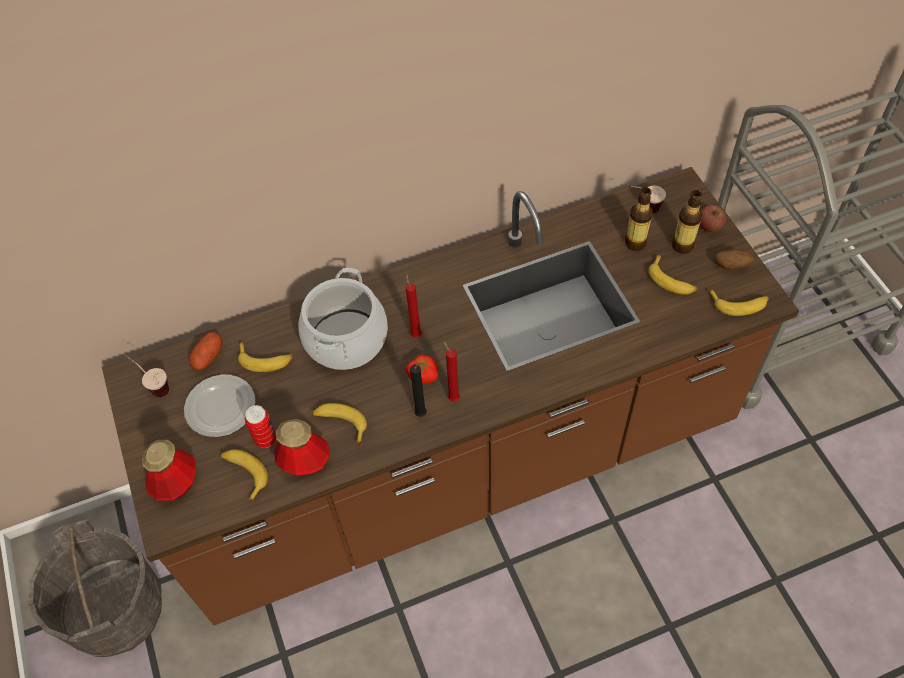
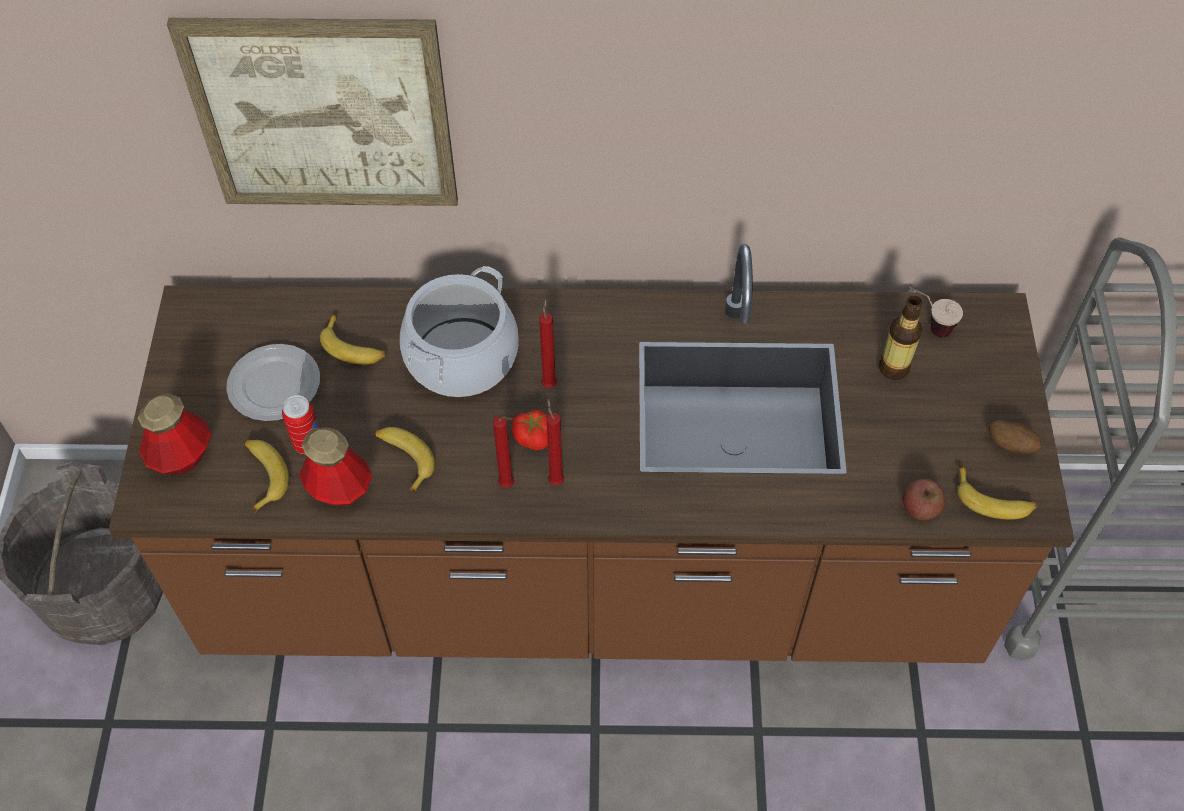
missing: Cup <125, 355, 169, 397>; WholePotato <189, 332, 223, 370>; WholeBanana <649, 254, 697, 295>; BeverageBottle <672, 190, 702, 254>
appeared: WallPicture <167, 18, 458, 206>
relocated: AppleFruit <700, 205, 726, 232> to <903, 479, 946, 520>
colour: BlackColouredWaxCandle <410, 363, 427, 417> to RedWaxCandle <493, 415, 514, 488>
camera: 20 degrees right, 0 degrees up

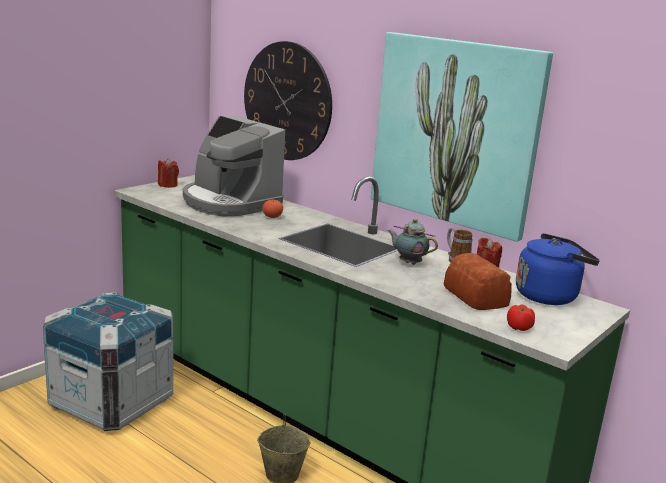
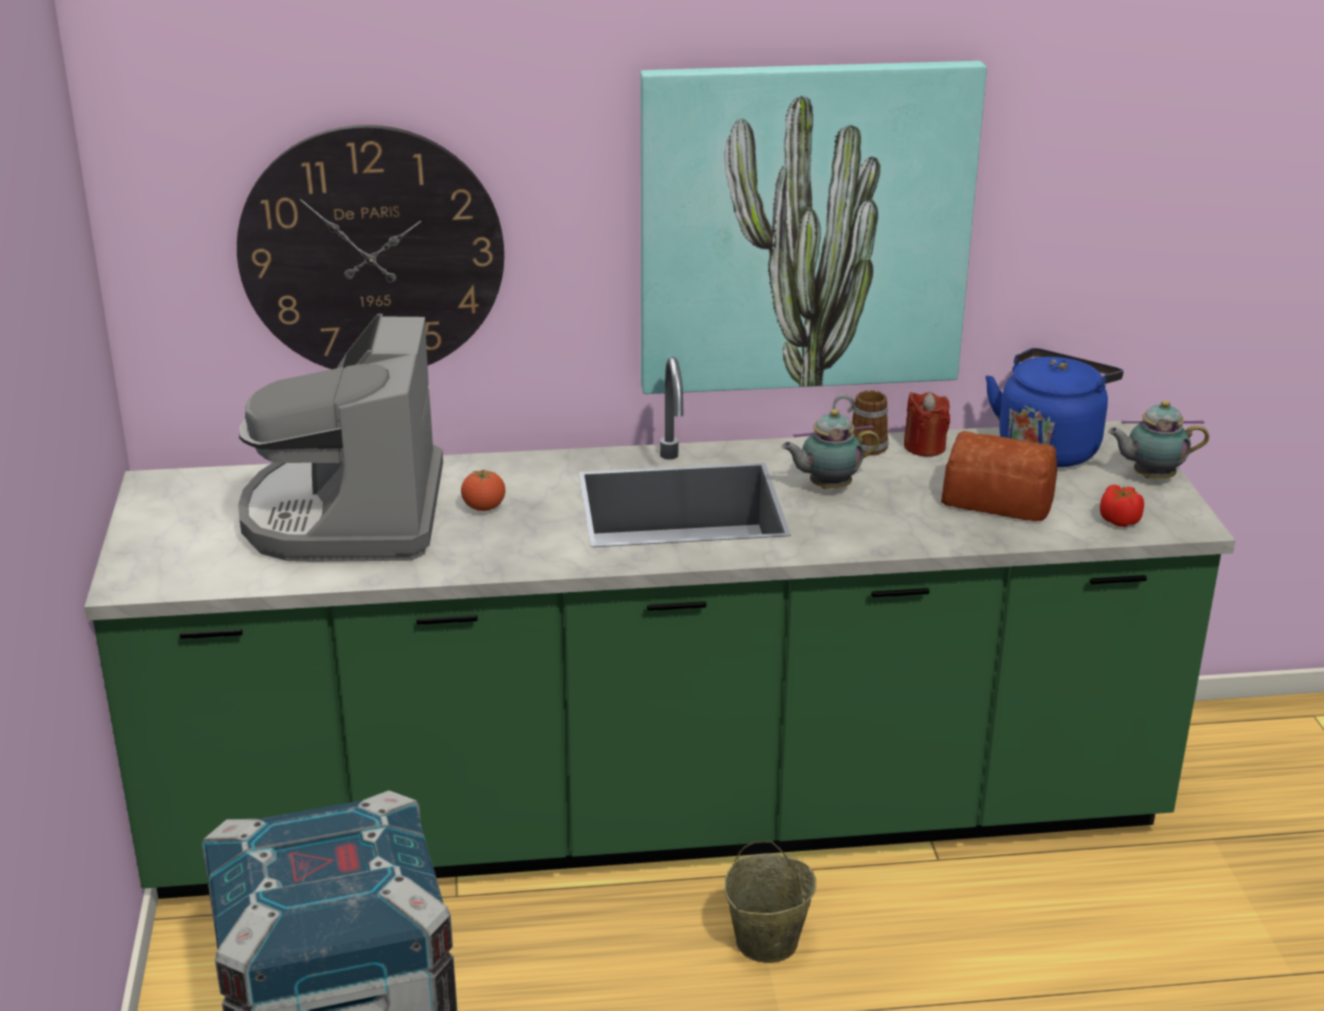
missing: RedWaxCandle <158, 159, 179, 188>
appeared: PotForTea <1108, 400, 1209, 479>
spun: CoffeeBrewer <183, 116, 285, 216> = <238, 314, 443, 562> 90 degrees clockwise
camera: 45 degrees left, 10 degrees up

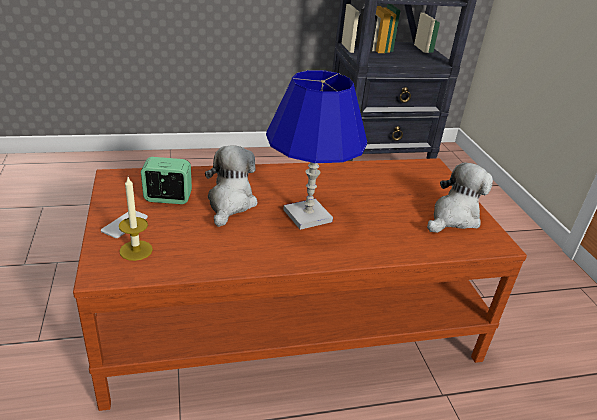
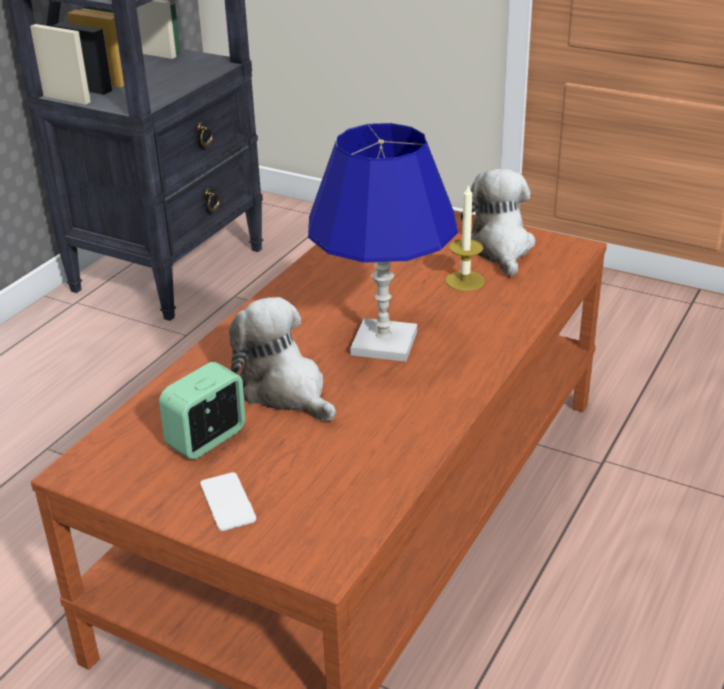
relocated: WaxCandle <119, 177, 153, 261> to <445, 183, 485, 291>
camera: 45 degrees left, 0 degrees up

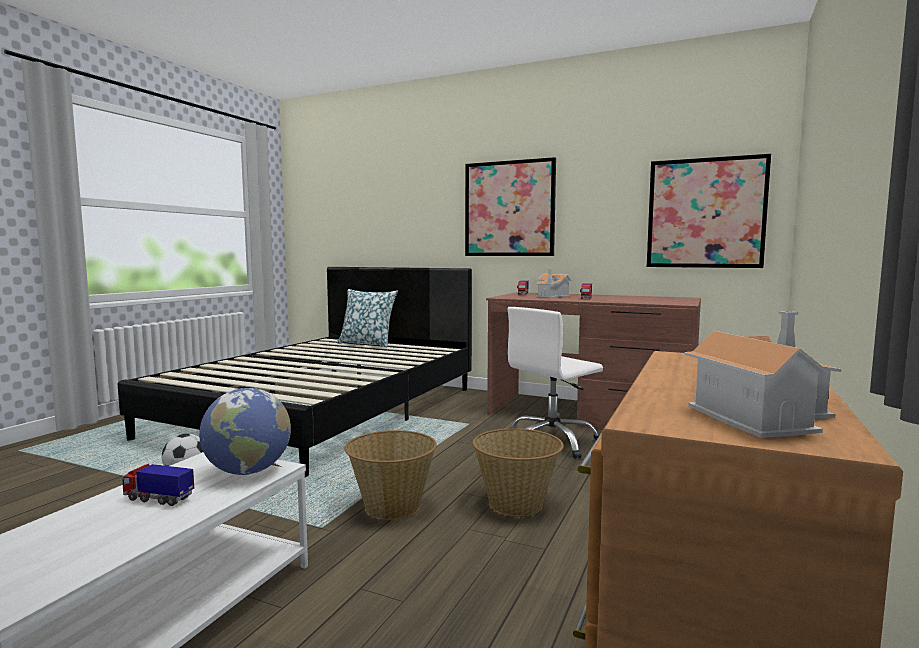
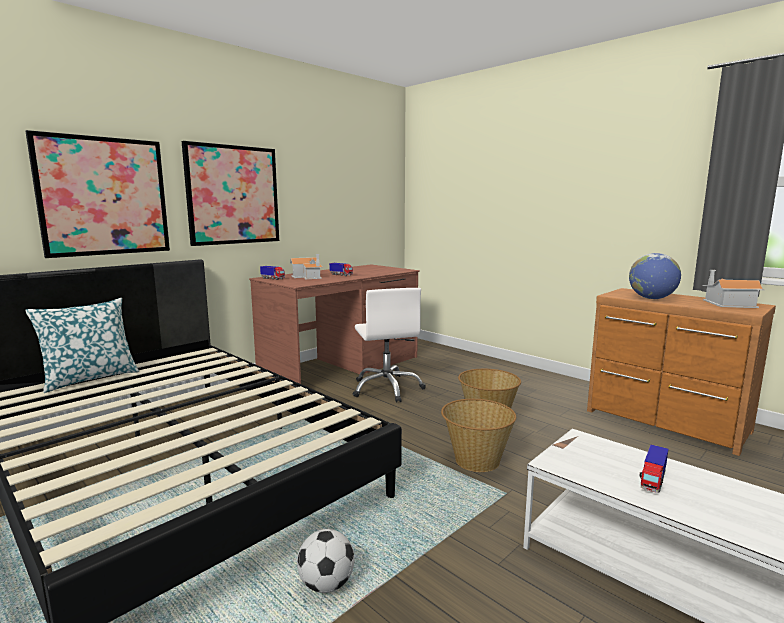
relocated: DeskGlobe <199, 388, 291, 475> to <629, 253, 681, 299>; WallPicture <647, 154, 771, 268> to <25, 130, 170, 258>
camera: 70 degrees left, 5 degrees up

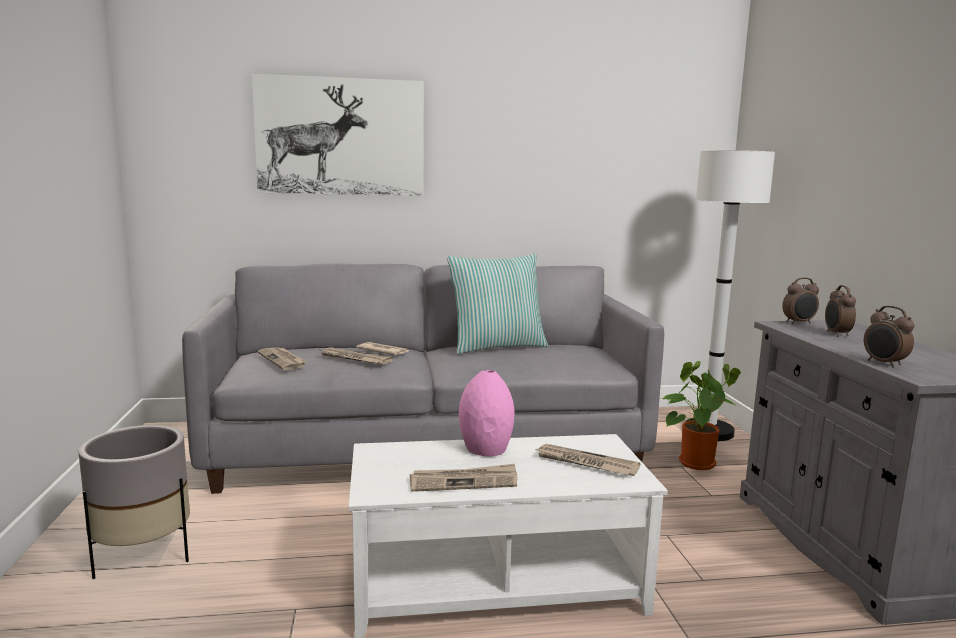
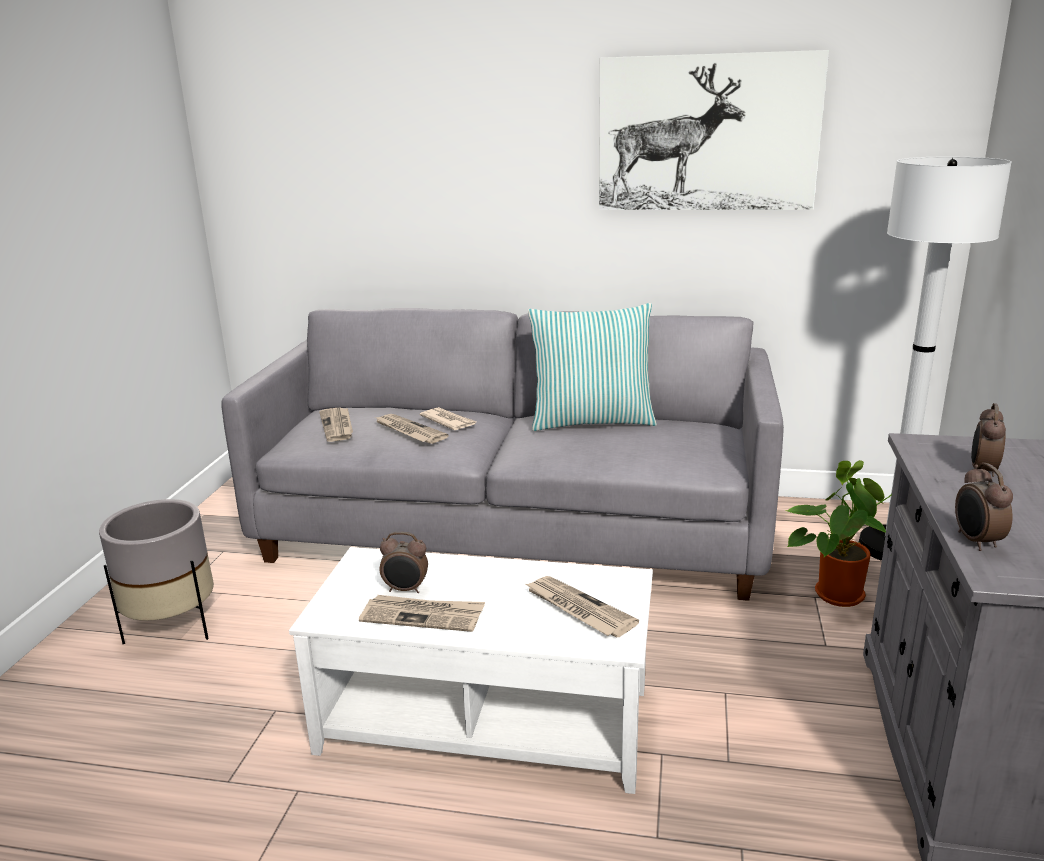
missing: PinkFlowerVase <459, 370, 514, 456>
relocated: WallPicture <252, 74, 424, 196> to <599, 50, 829, 210>; BedsideClock <782, 277, 819, 324> to <380, 532, 428, 593>
camera: 20 degrees right, 10 degrees up

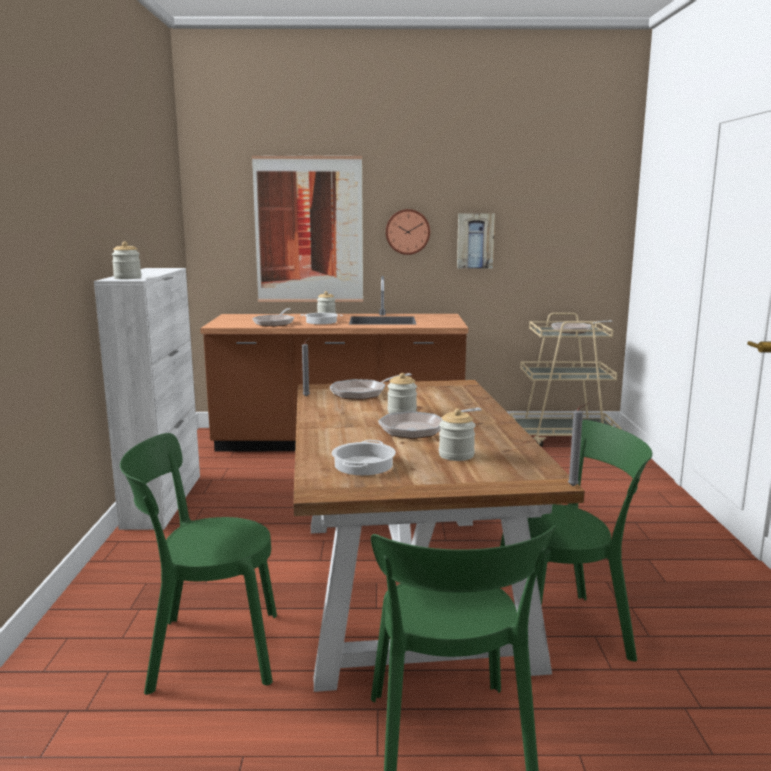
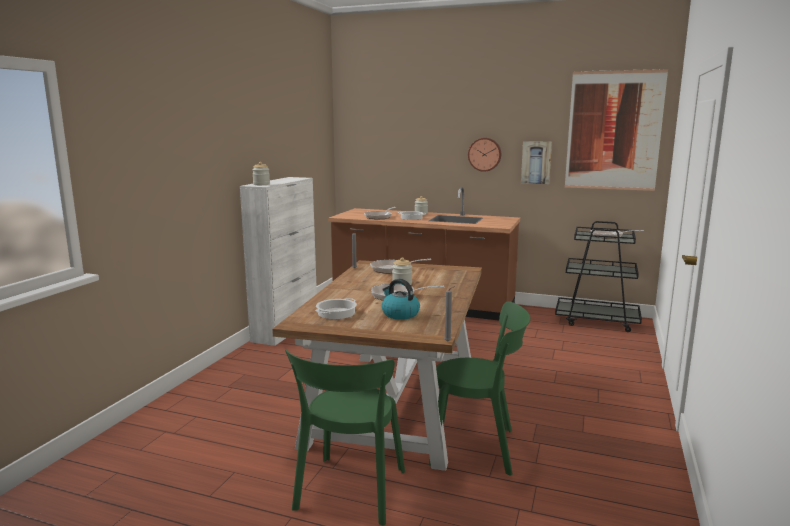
missing: GreenishChair <120, 433, 277, 695>
relocated: WallPicture <252, 156, 363, 302> to <565, 69, 668, 191>
exchanged: Jar <439, 409, 476, 461> to WaterKettle <381, 279, 420, 320>
colour: BeigeCart <510, 313, 622, 447> to BlackColouredCart <555, 221, 642, 332>
camera: 20 degrees right, 0 degrees up

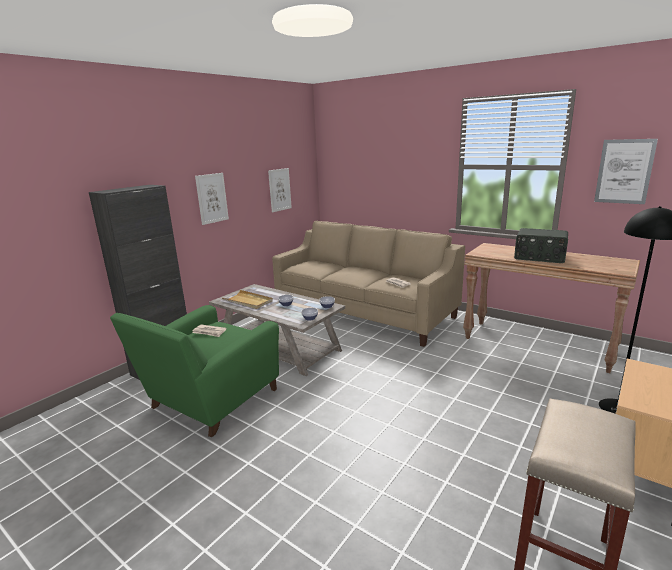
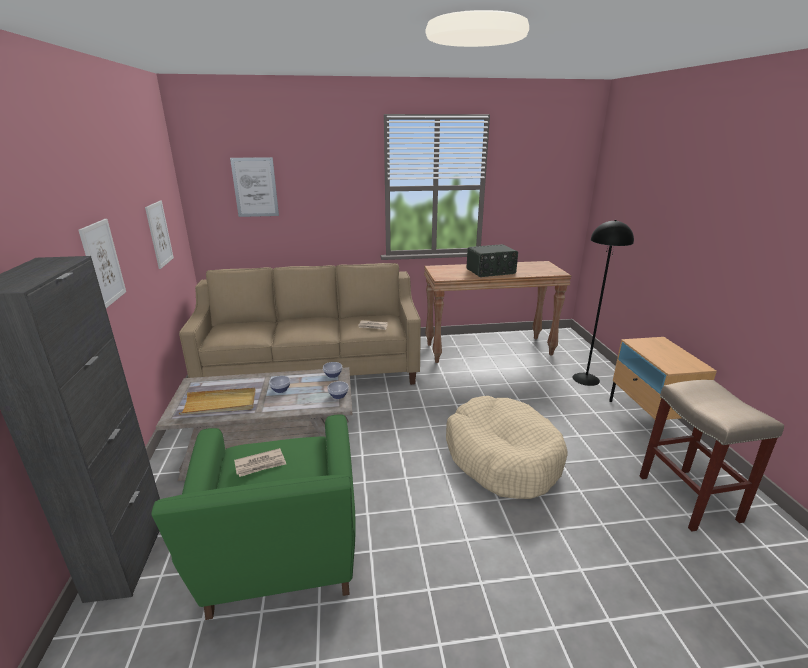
appeared: BeigeDogCushion <446, 396, 567, 499>
relocated: WallPicture <594, 139, 658, 204> to <230, 157, 279, 217>
camera: 45 degrees left, 5 degrees up

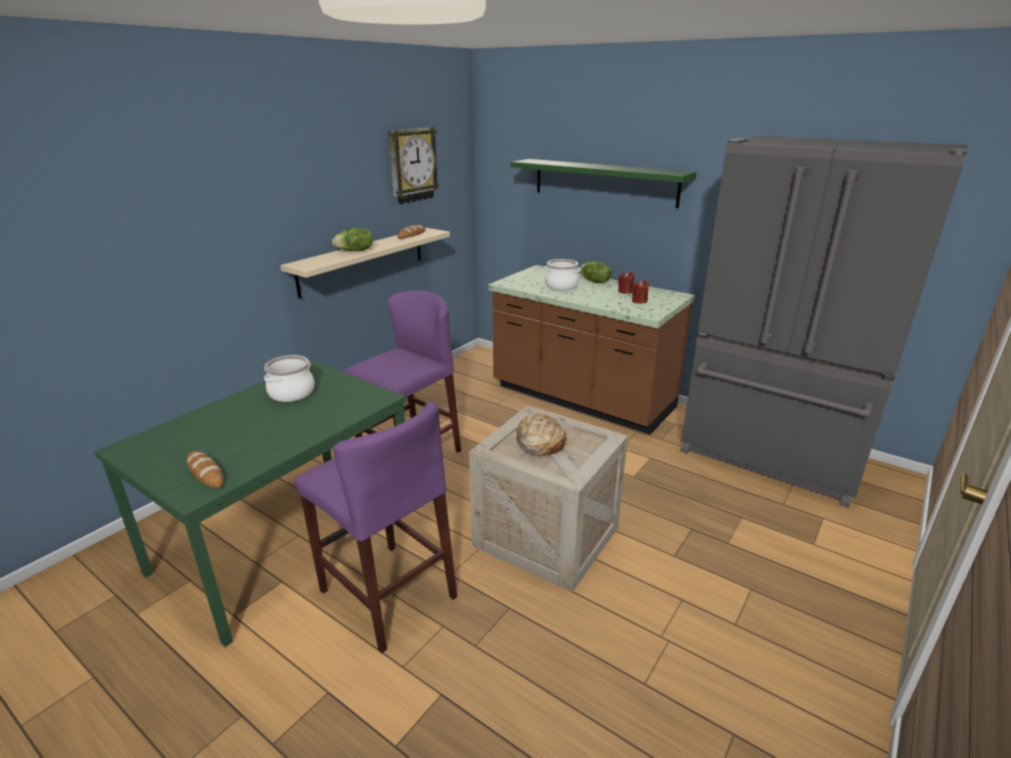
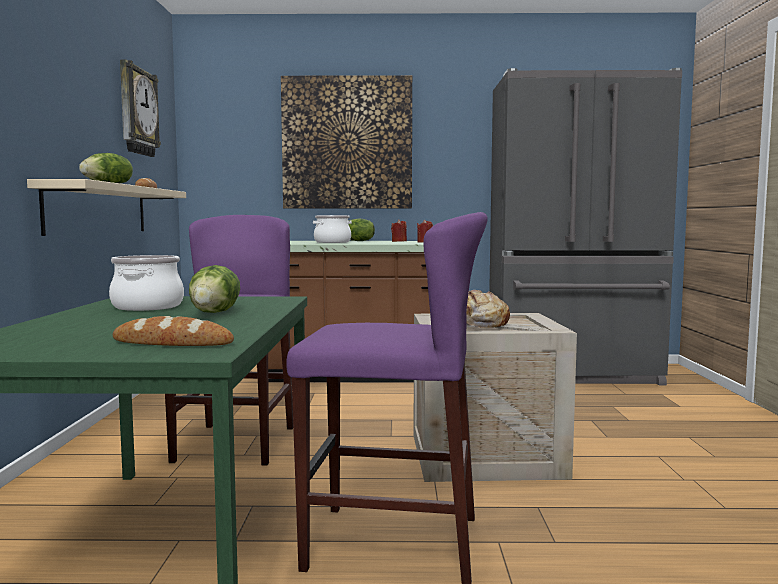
appeared: LettuceHead <189, 265, 240, 313>
exchanged: GreenishShelf <511, 159, 696, 208> to WallPicture <281, 75, 412, 208>
camera: 35 degrees left, 20 degrees down

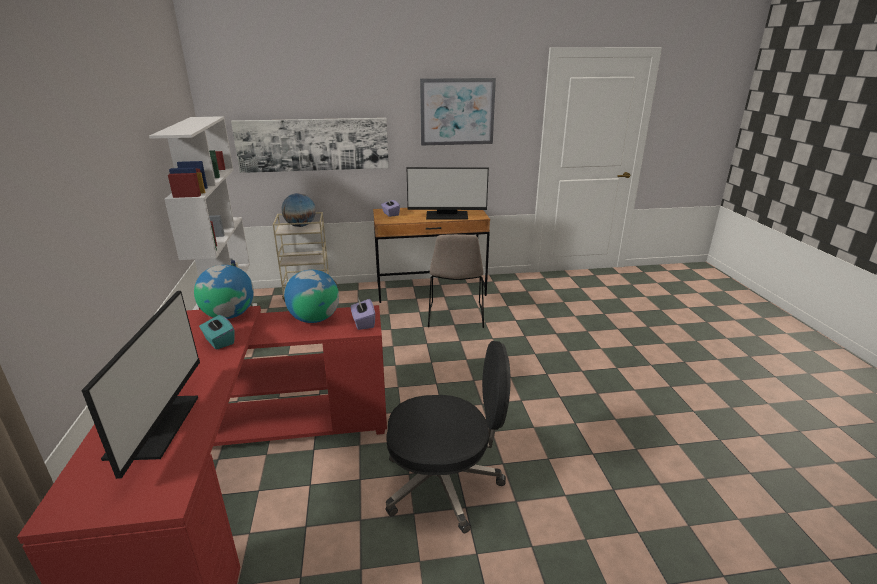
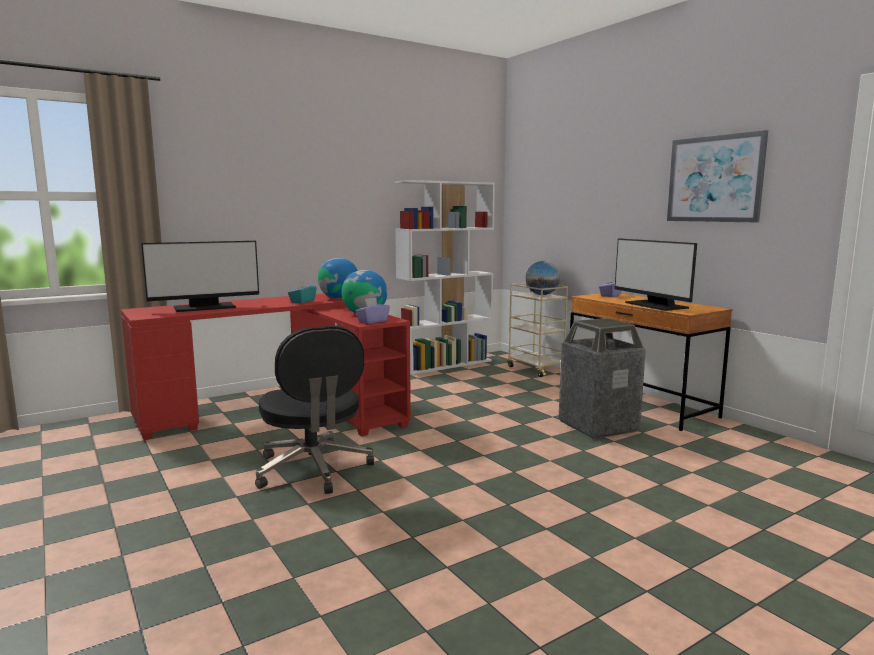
missing: WallPicture <231, 118, 389, 173>
exchanged: BeigeChair <428, 234, 484, 328> to TrashCan <559, 318, 646, 439>
camera: 65 degrees right, 15 degrees down

